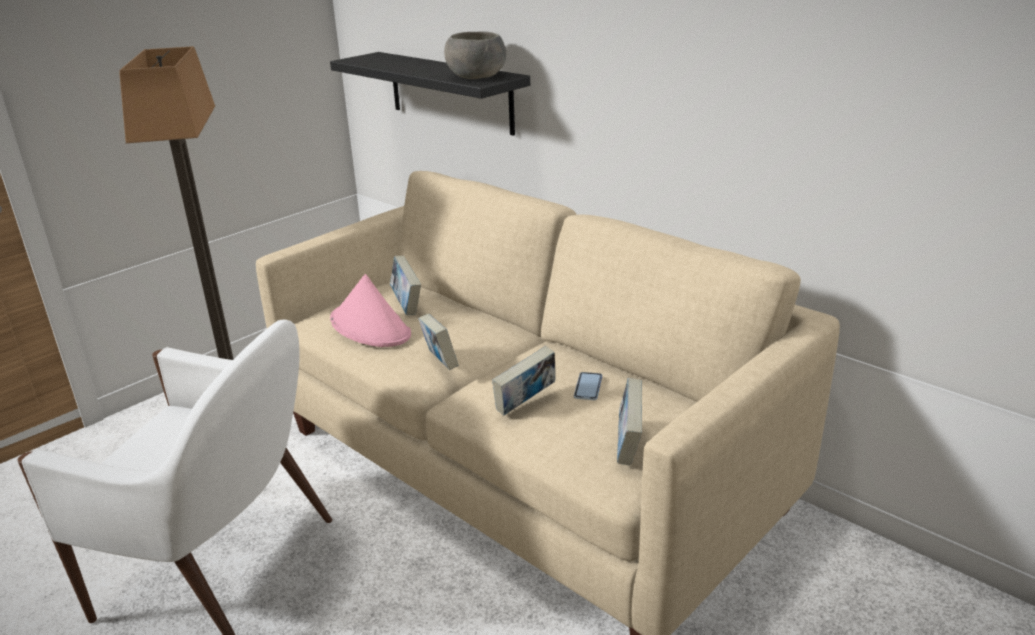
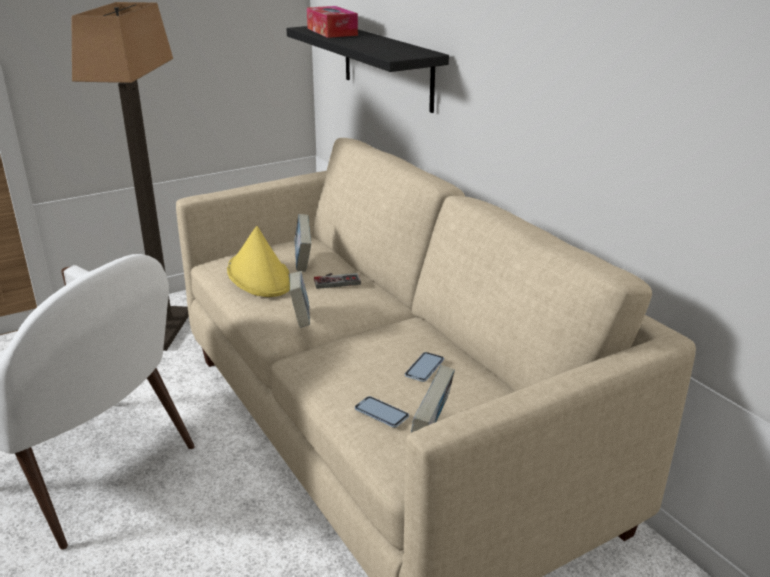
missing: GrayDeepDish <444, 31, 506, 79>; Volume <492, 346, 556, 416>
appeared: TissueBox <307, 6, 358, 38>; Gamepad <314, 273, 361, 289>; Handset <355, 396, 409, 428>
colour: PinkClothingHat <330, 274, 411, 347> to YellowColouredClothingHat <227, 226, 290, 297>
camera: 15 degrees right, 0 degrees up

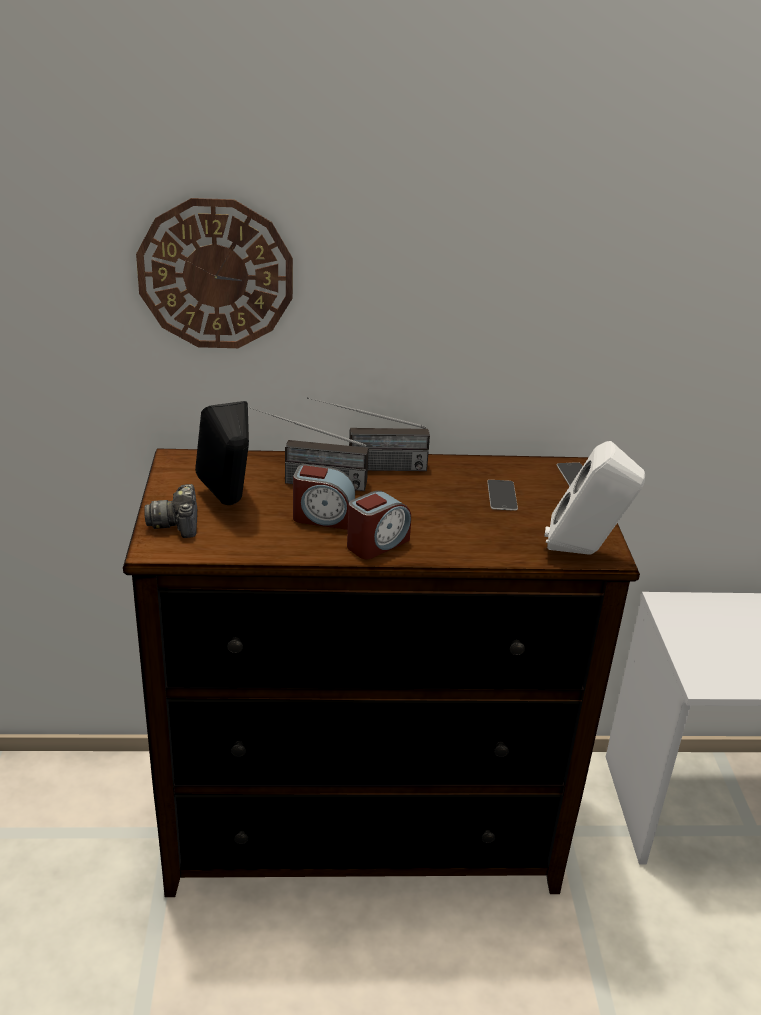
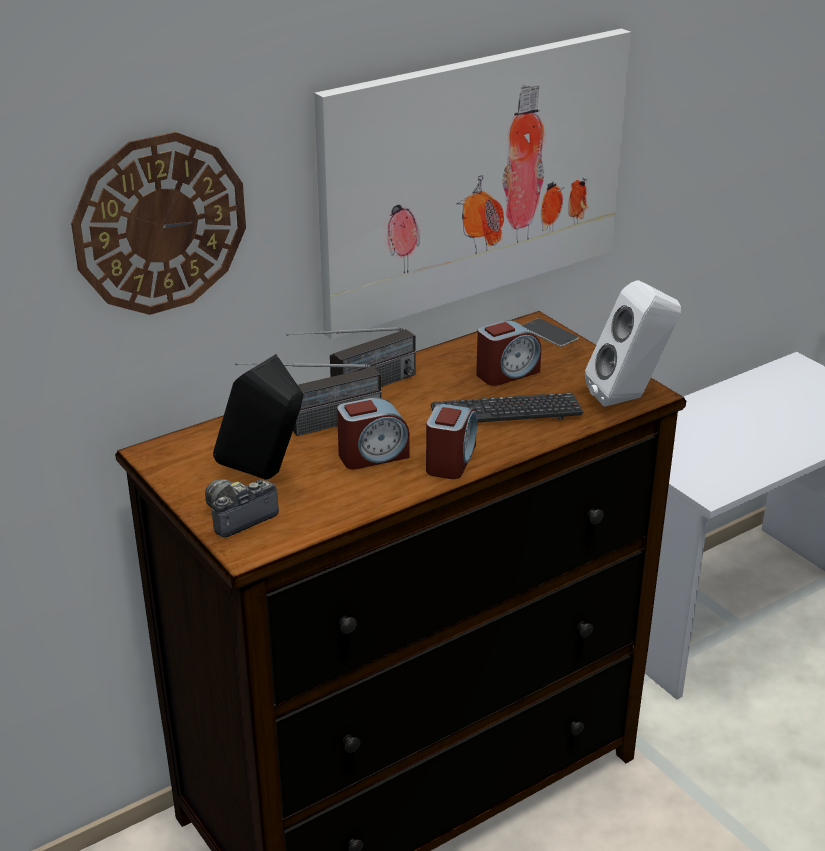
appeared: WallPicture <314, 28, 631, 340>; PcKeyboard <431, 392, 583, 422>
exchanged: Handset <487, 480, 518, 511> to BedsideClock <476, 320, 541, 386>
spun: PhotoCamera <144, 484, 198, 538> = <205, 479, 279, 538> 90 degrees clockwise
camera: 30 degrees left, 0 degrees up

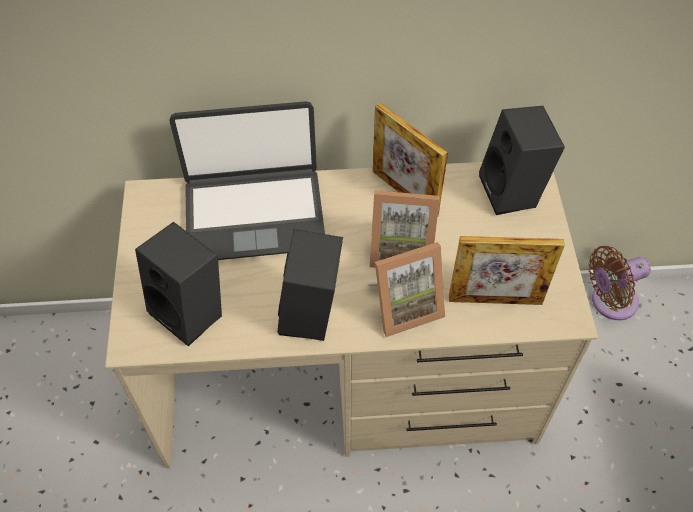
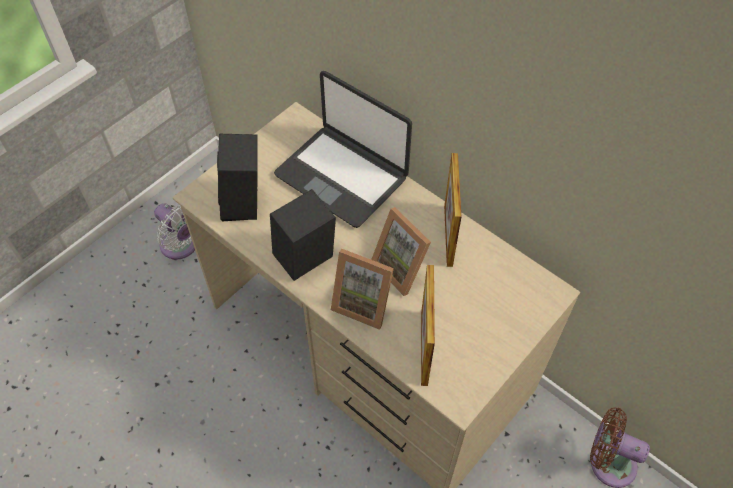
missing: BlackColouredAudioSpeaker <479, 106, 565, 215>
appeared: WhiteElectricFan <154, 203, 195, 260>
spun: StandingFrame <449, 236, 565, 305> = <421, 265, 435, 386> 45 degrees clockwise
camera: 45 degrees right, 0 degrees up

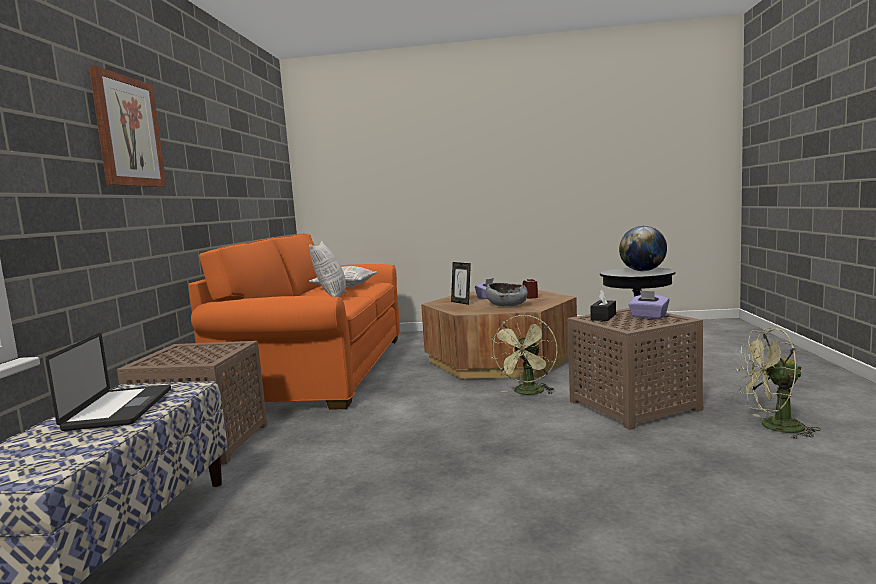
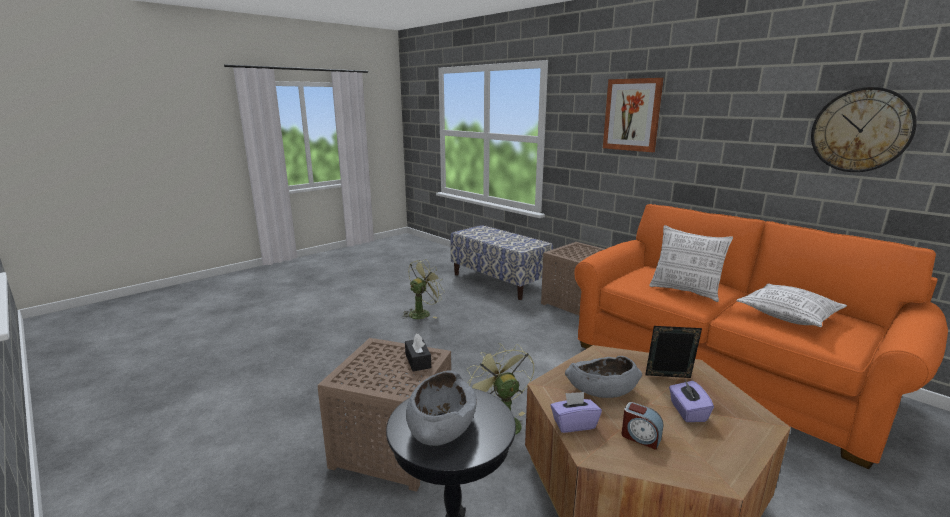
missing: PortableComputer <46, 333, 171, 431>
appeared: ClockOnTheWall <811, 87, 917, 172>
relocated: PurpleTissueBox <628, 290, 669, 319> to <550, 392, 602, 433>; GreenishElectricFan <737, 328, 821, 439> to <402, 259, 445, 319>
exchanged: DeskGlobe <619, 226, 667, 271> to GrayDeepDish <406, 370, 477, 446>
camera: 130 degrees right, 10 degrees up

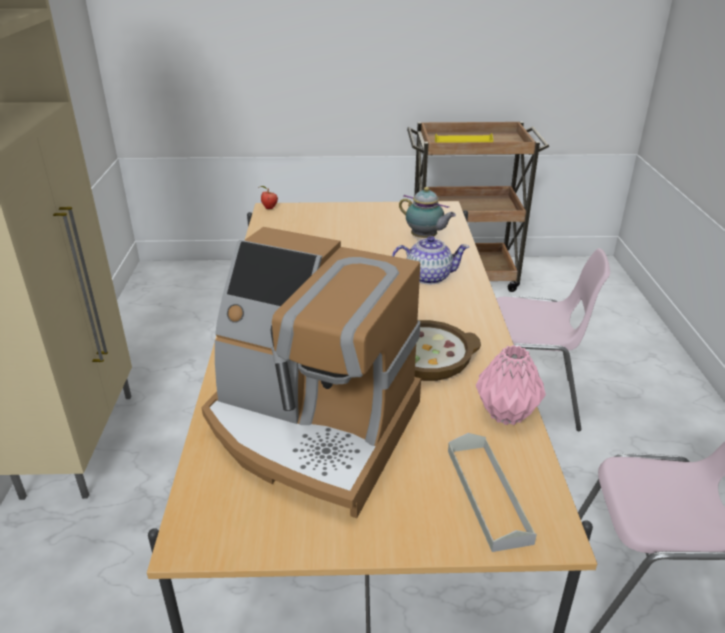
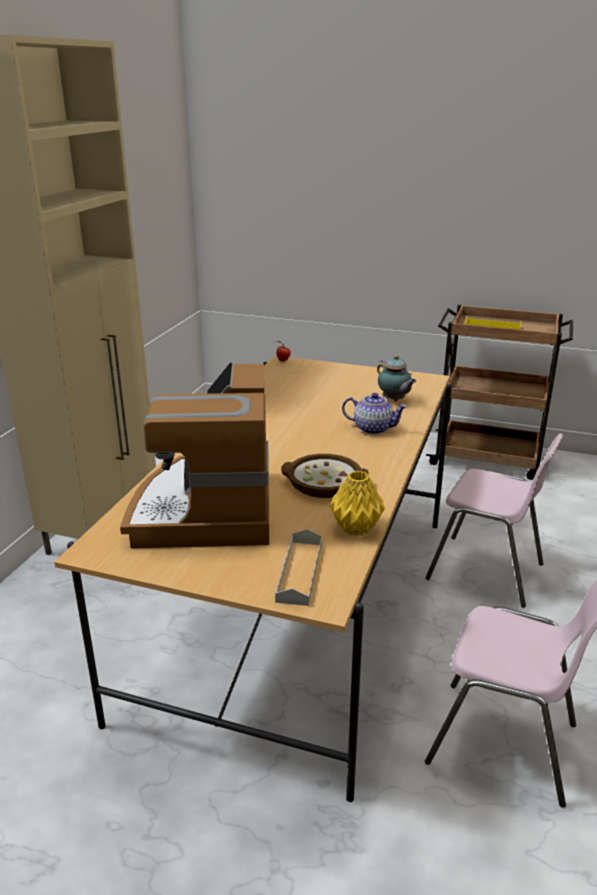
colour: PinkFlowerVase <476, 345, 546, 425> to YellowColouredFlowerVase <330, 471, 385, 536>
spun: CoffeeBrewer <201, 227, 421, 518> = <120, 362, 269, 548> 45 degrees clockwise
camera: 20 degrees right, 5 degrees down

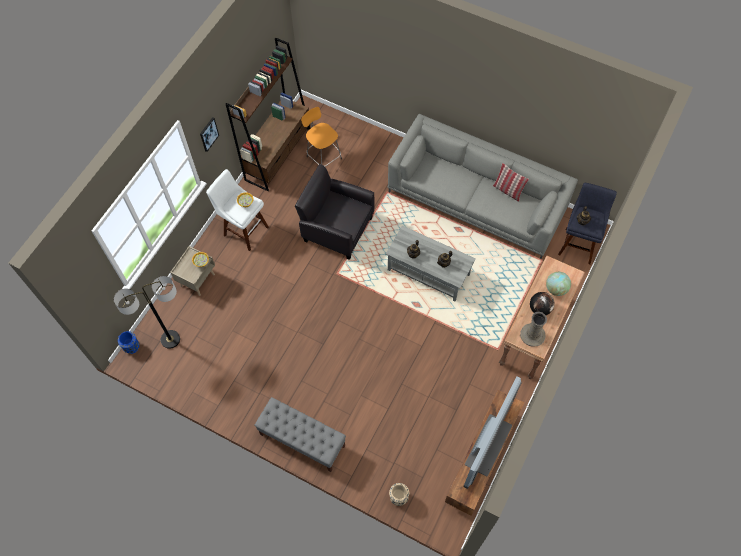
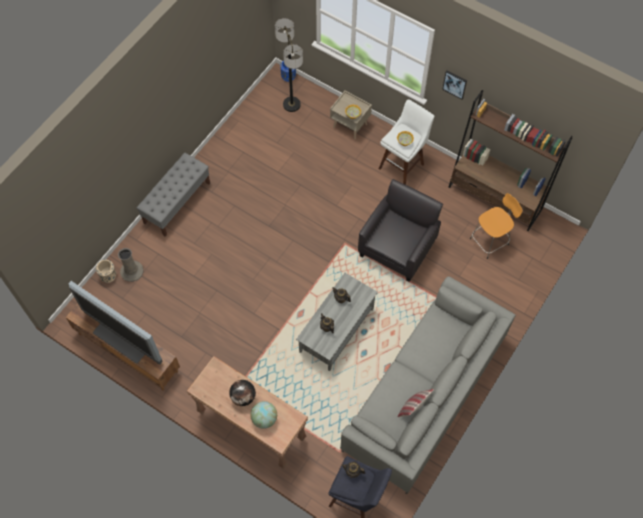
relocated: BeigeFlowerVase <520, 312, 547, 347> to <118, 248, 144, 282>
camera: 95 degrees right, 0 degrees up

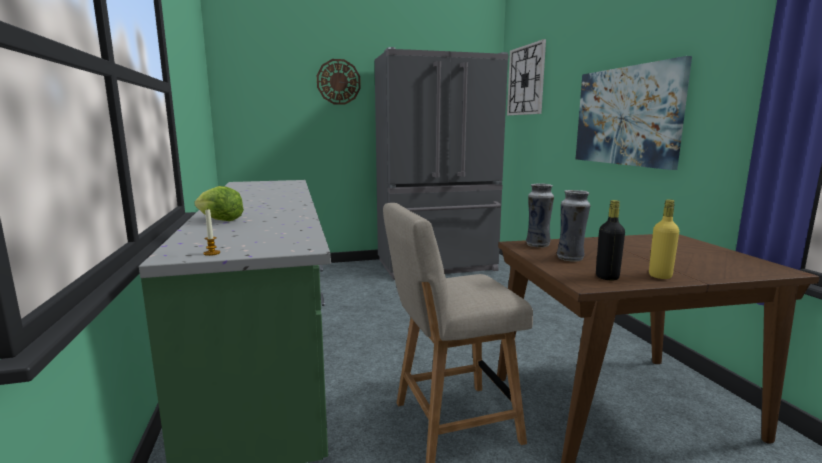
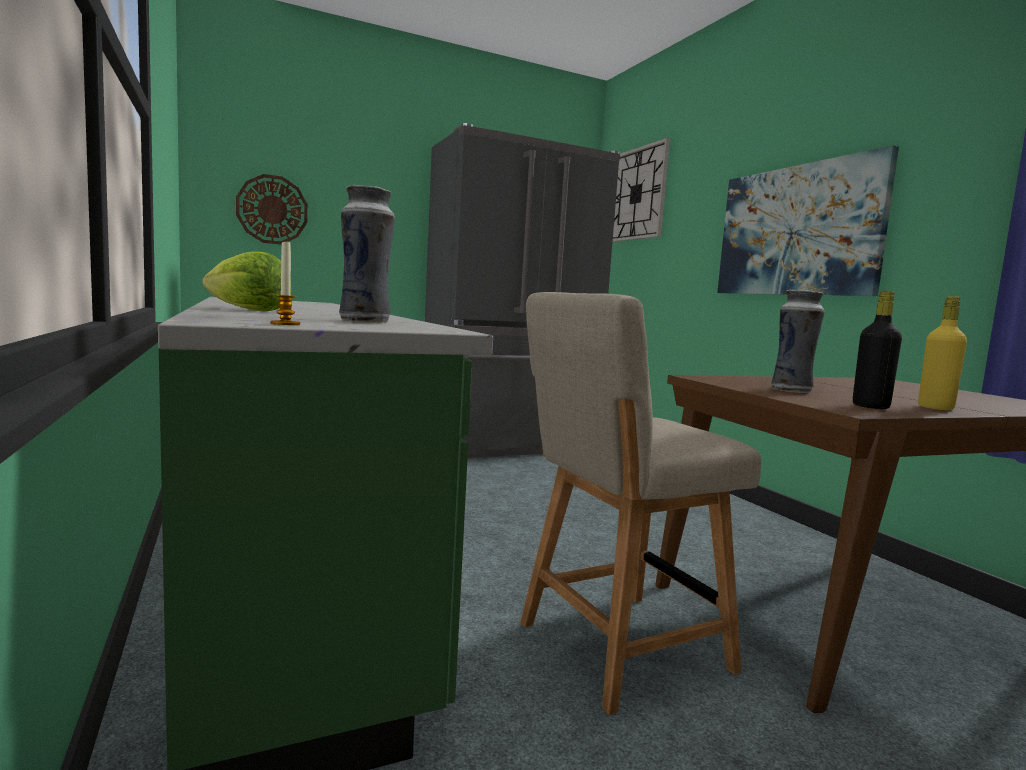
relocated: ClockOnTheWall <317, 59, 361, 105> to <236, 174, 308, 245>; FlowerVase <526, 183, 554, 247> to <339, 185, 395, 323>
camera: 10 degrees left, 5 degrees down

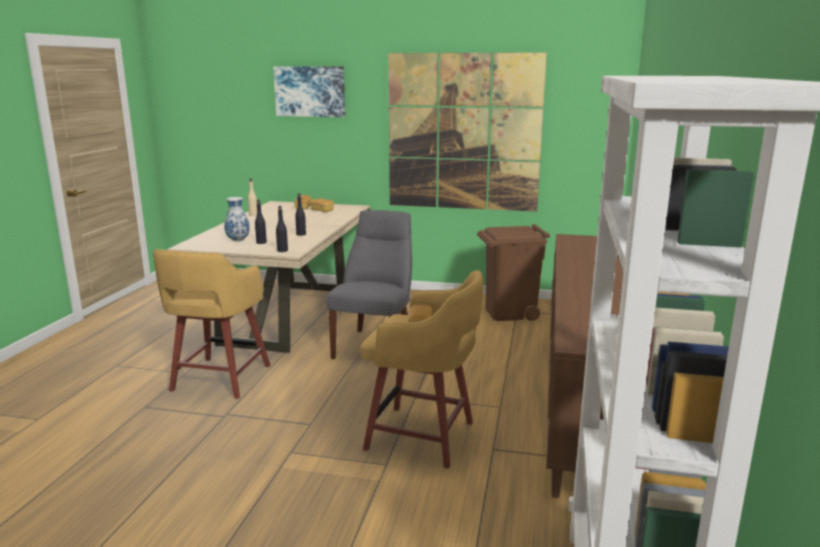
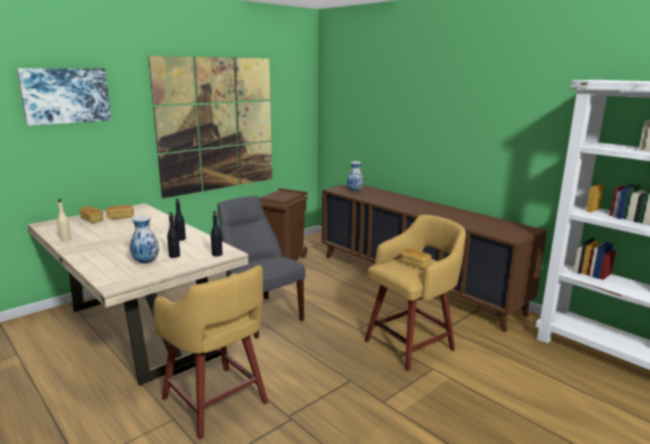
appeared: FlowerVase <347, 161, 364, 192>
camera: 55 degrees left, 0 degrees up

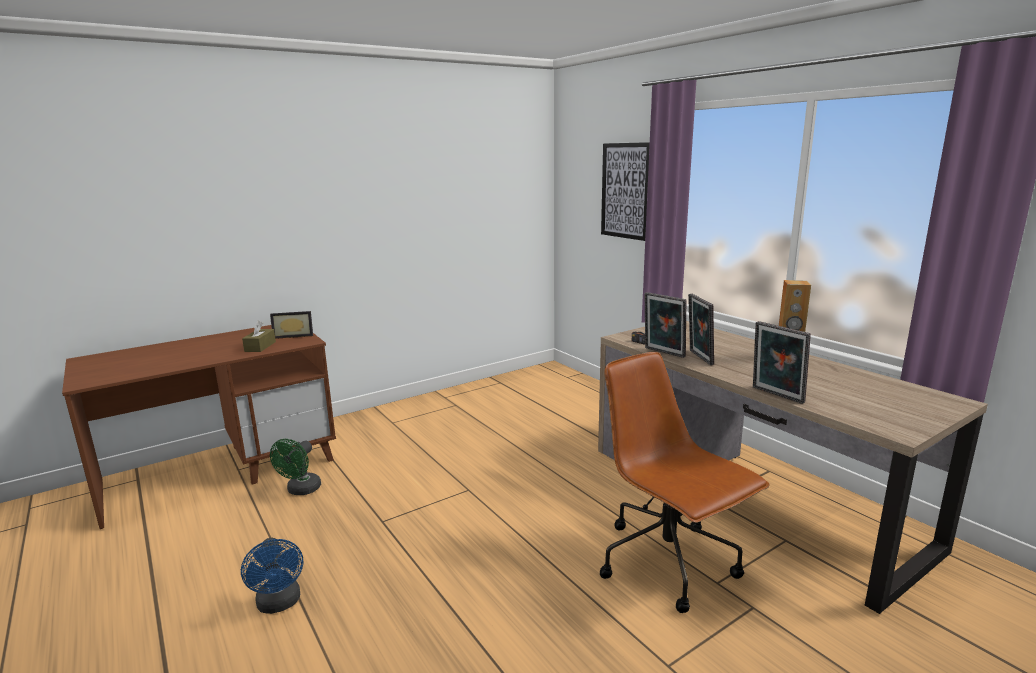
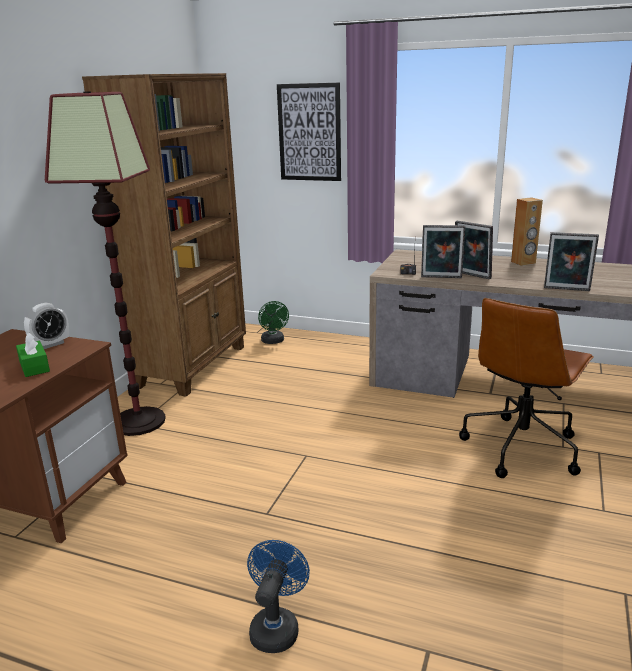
appeared: FloorLamp <45, 91, 166, 436>; BrownishBookshelf <82, 73, 246, 397>
relocated: GreenishElectricFan <270, 439, 321, 495> to <258, 301, 289, 344>
exchanged: StandingFrame <270, 311, 313, 339> to BedsideClock <24, 303, 69, 349>
colour: BrownishTissueBox <242, 321, 276, 352> to GreenishTissueBox <16, 333, 50, 377>
spun: BlueElectricFan <241, 538, 303, 614> = <247, 540, 310, 653> 105 degrees counterclockwise; BrownishComputerChair <600, 352, 770, 613> = <459, 298, 594, 478> 75 degrees counterclockwise
camera: 35 degrees left, 5 degrees up

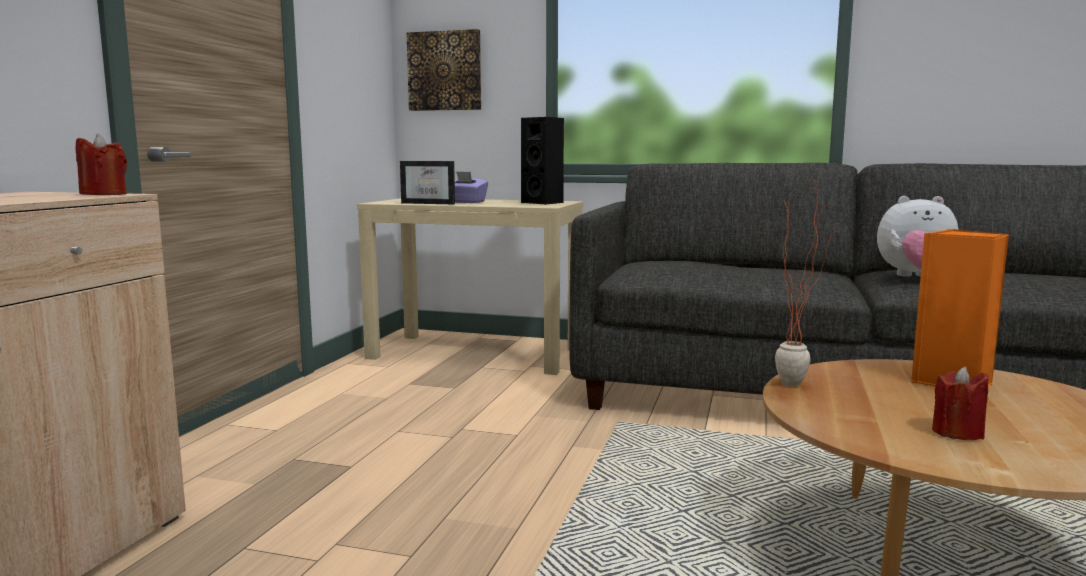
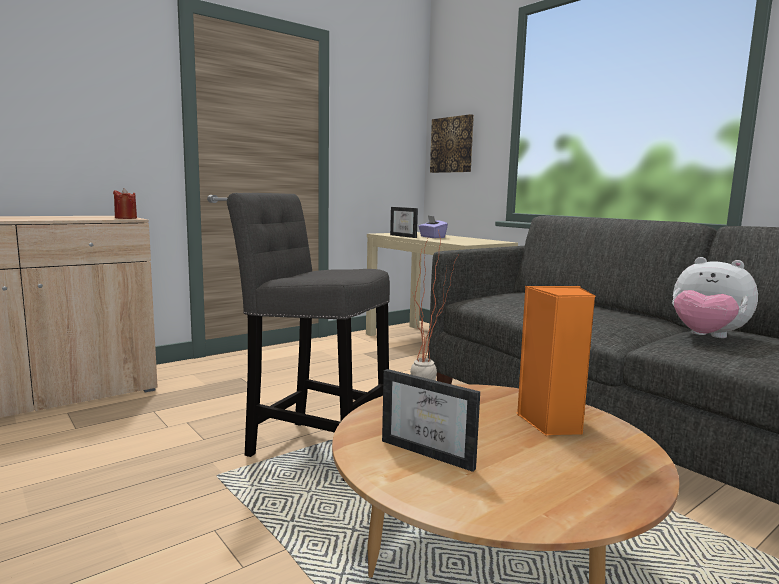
missing: BlackColouredAudioSpeaker <521, 117, 564, 205>
appeared: GraySittingStool <227, 193, 390, 481>
exchanged: RedWaxCandle <932, 366, 989, 440> to StandingFrame <382, 369, 480, 472>
camera: 35 degrees right, 0 degrees up

